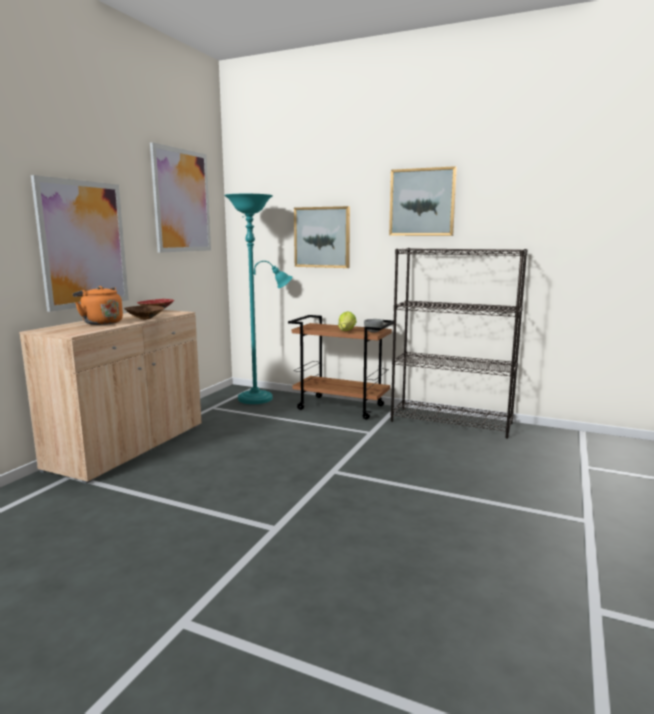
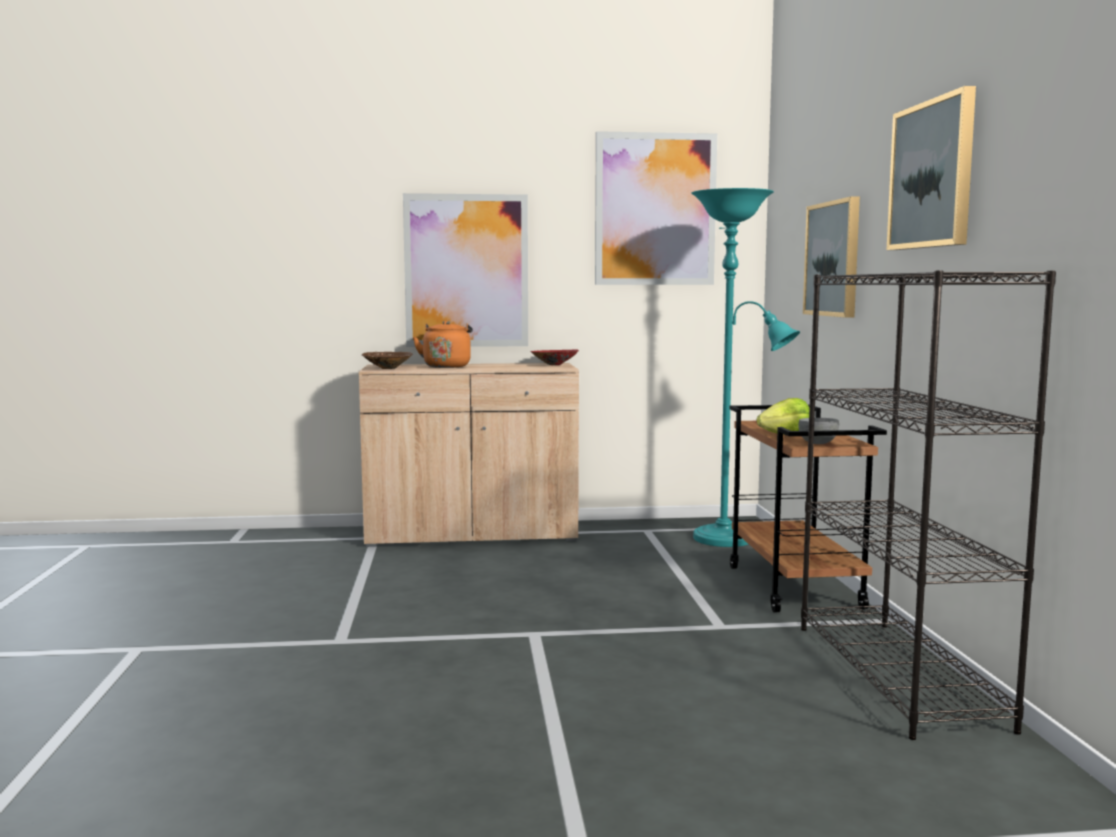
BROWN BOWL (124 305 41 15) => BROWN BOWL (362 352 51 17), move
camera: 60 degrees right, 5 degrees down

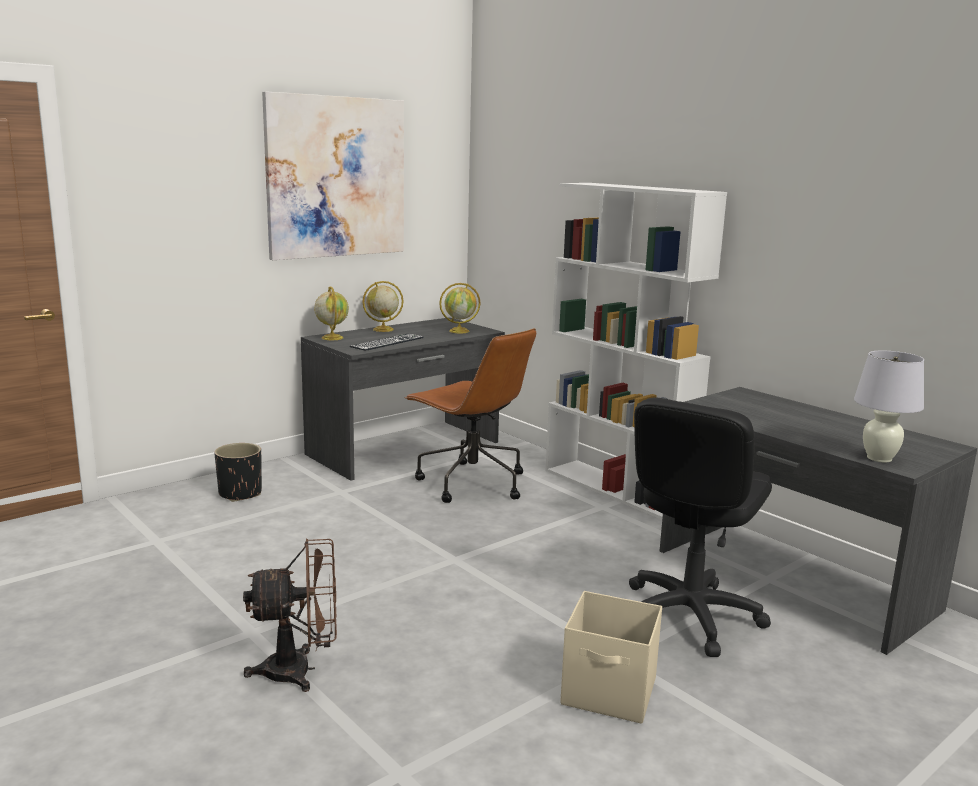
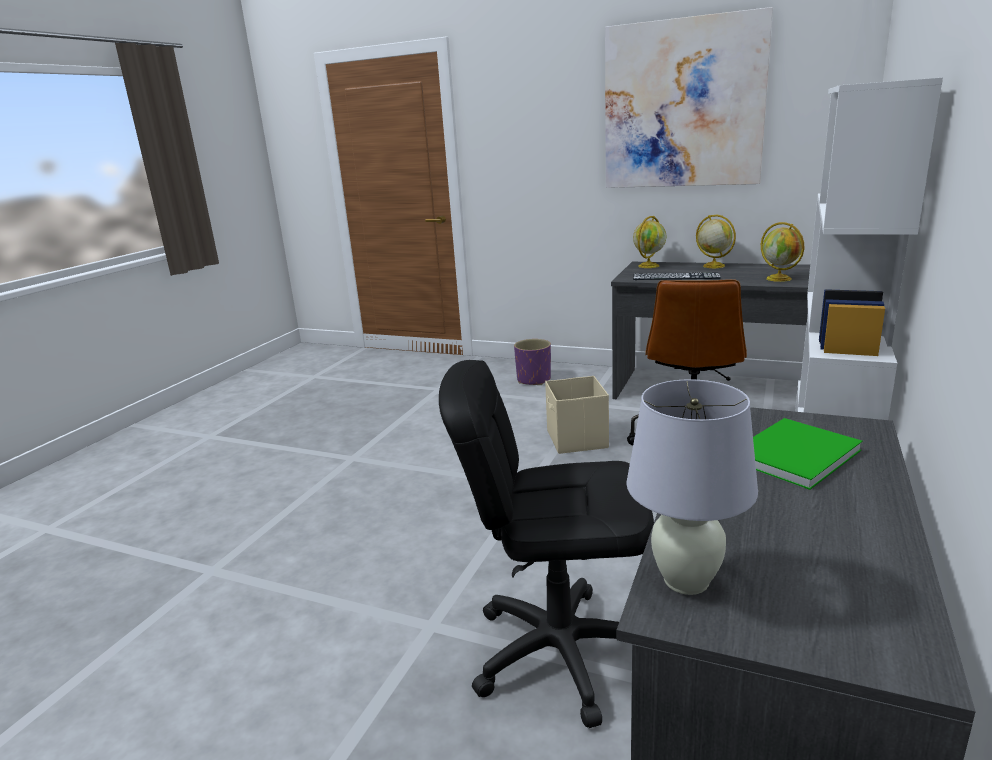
BLACK PLANTER (214 443 48 59) => PURPLE PLANTER (514 339 37 46)
BROWN FAN (243 539 94 153) => nothing
BEIGE STORAGE BOX (560 591 102 133) => BEIGE STORAGE BOX (545 376 64 78), move
nothing => GREEN BOOK (753 418 110 72)
camera: 65 degrees right, 5 degrees up

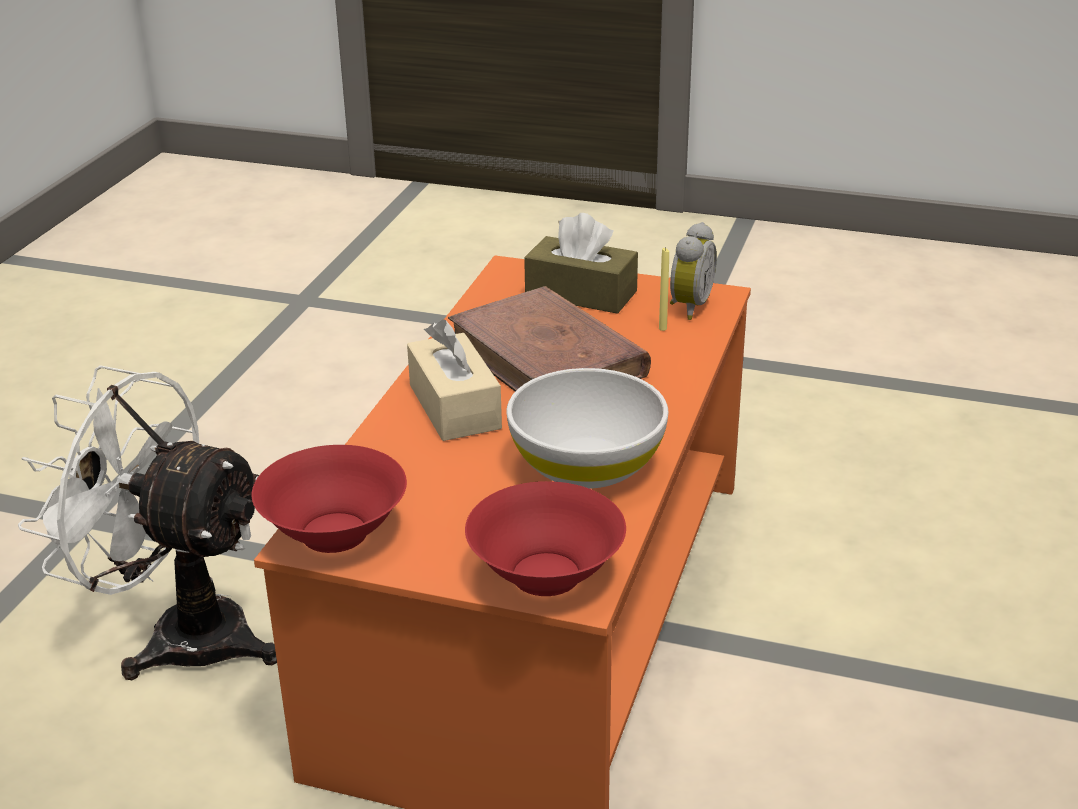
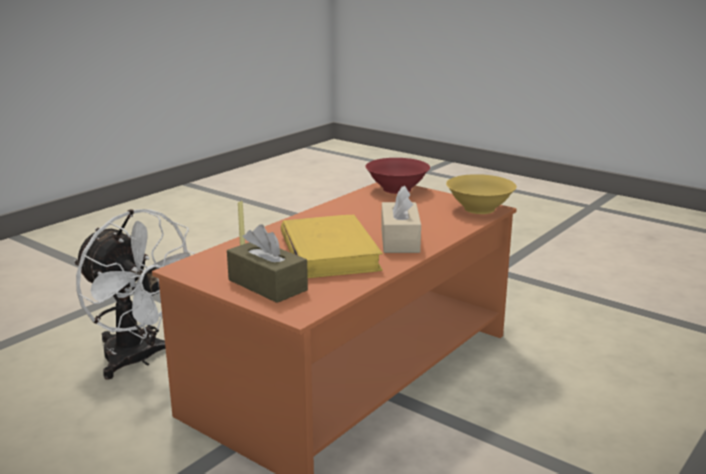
WHITE FAN (18 365 259 315) => WHITE FAN (74 209 122 171), move
RED BOWL (252 445 155 108) => YELLOW BOWL (446 174 71 40)
BROWN BOOK (448 286 203 106) => YELLOW BOOK (281 215 102 63)
WHITE BOWL (507 368 161 121) => nothing
ALARM CLOCK (670 222 47 98) => nothing
camera: 160 degrees left, 10 degrees down

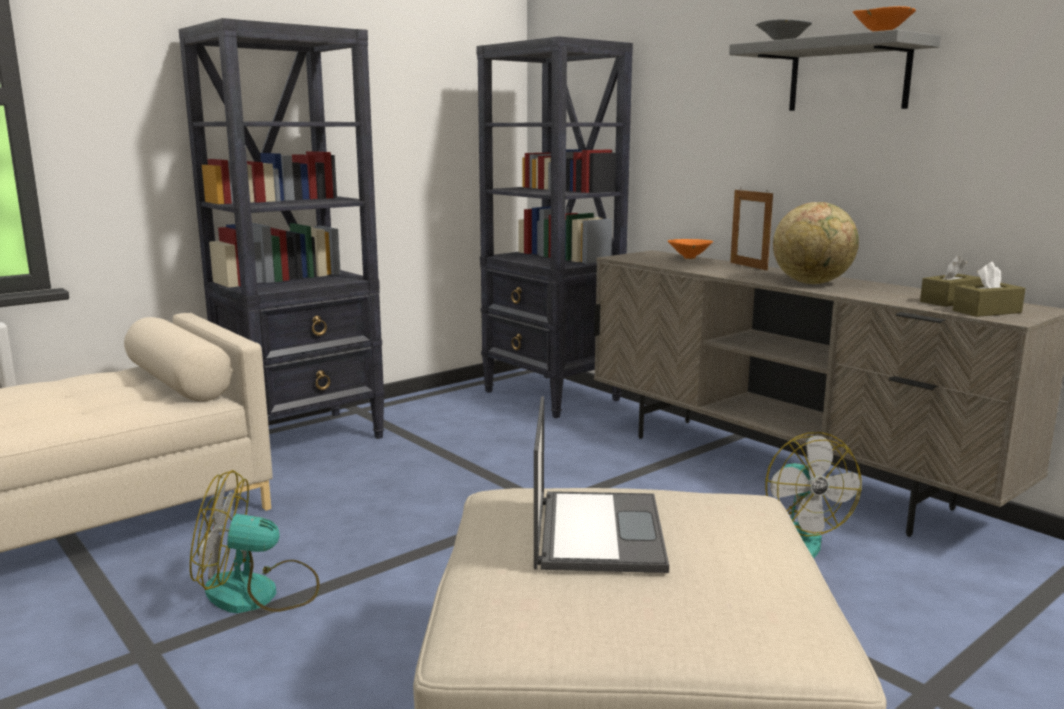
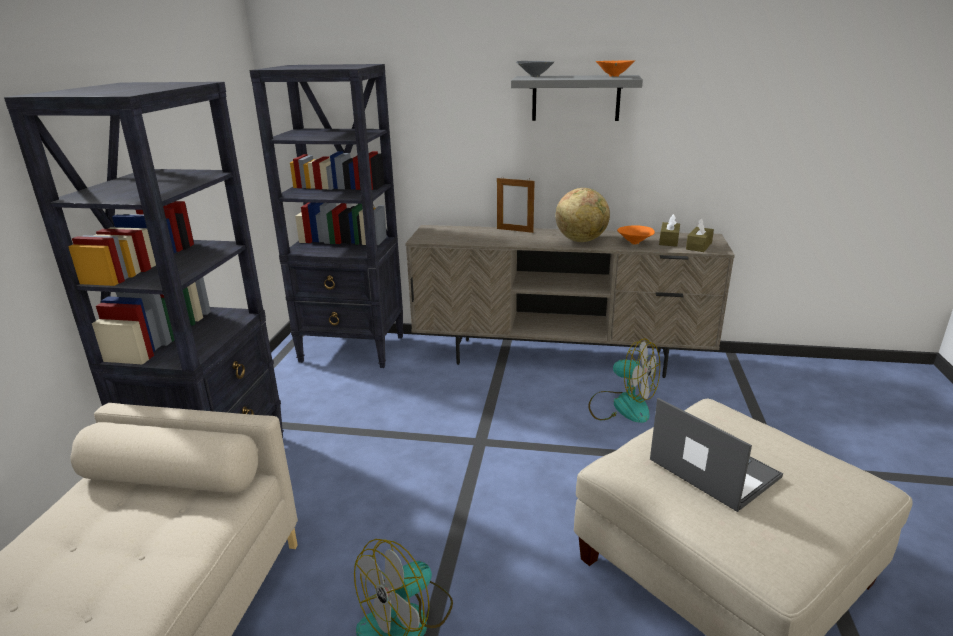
ORANGE BOWL (668 239 45 20) => ORANGE BOWL (617 225 38 20), move
camera: 40 degrees left, 10 degrees up

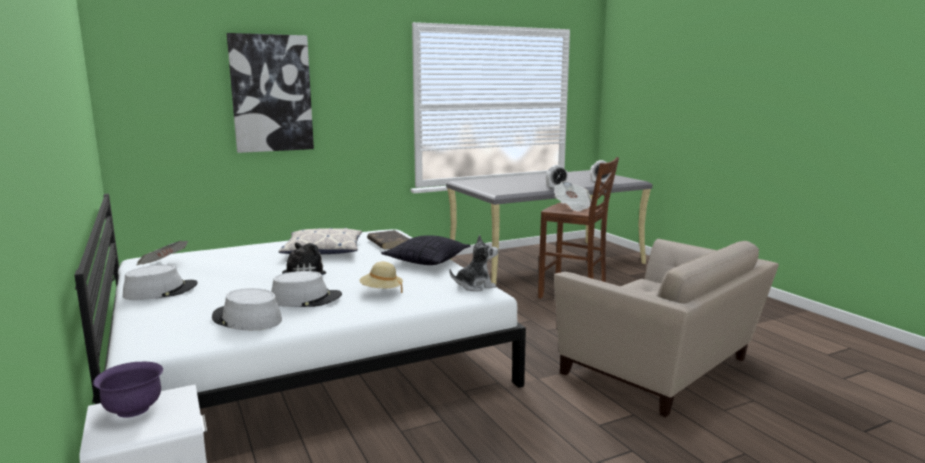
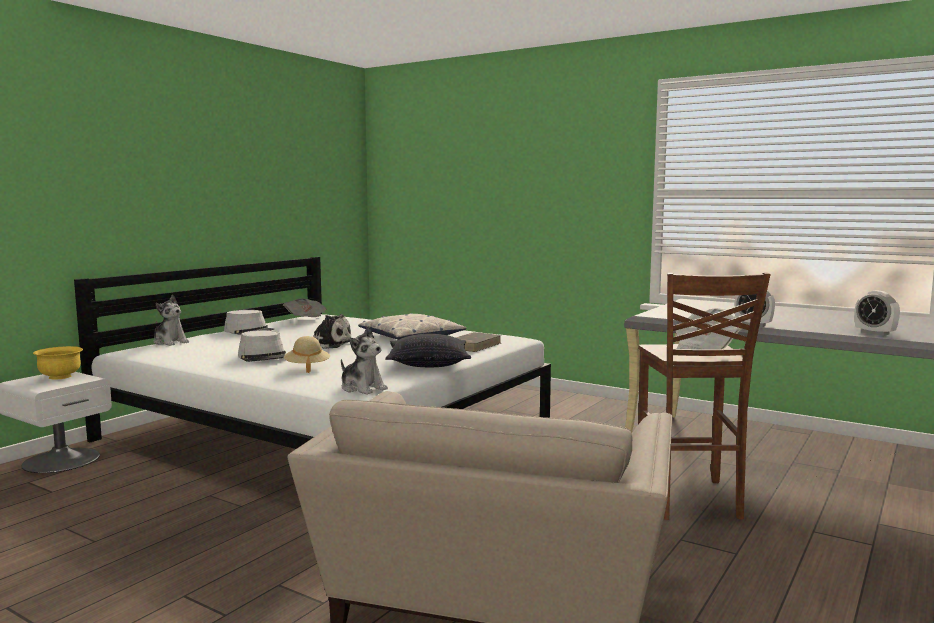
PURPLE BOWL (93 362 70 55) => YELLOW BOWL (33 346 50 33)
GREY HAT (212 288 70 43) => nothing
PICTURE (227 33 87 120) => nothing
nothing => PLUSH TOY (153 295 36 51)
camera: 60 degrees right, 5 degrees down

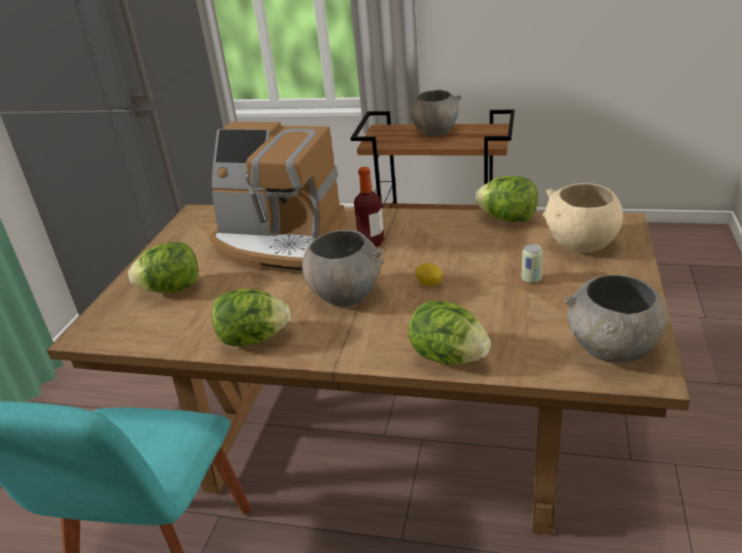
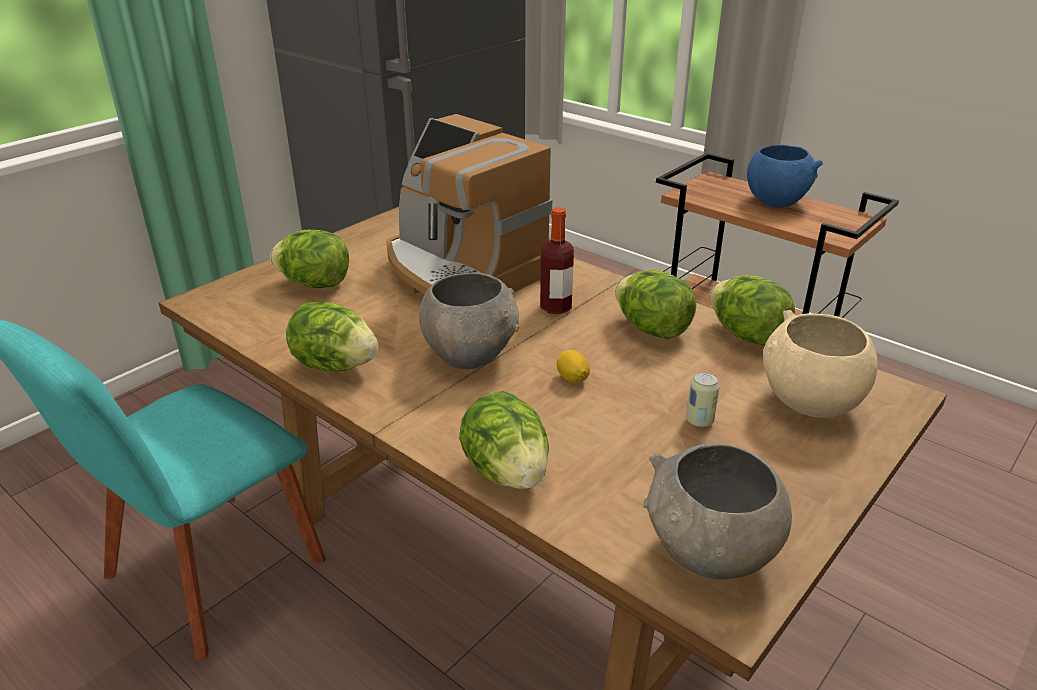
GREY BOWL (410 90 51 46) => BLUE BOWL (747 145 76 62)
nothing => LETTUCE (615 270 81 69)
camera: 25 degrees right, 0 degrees up

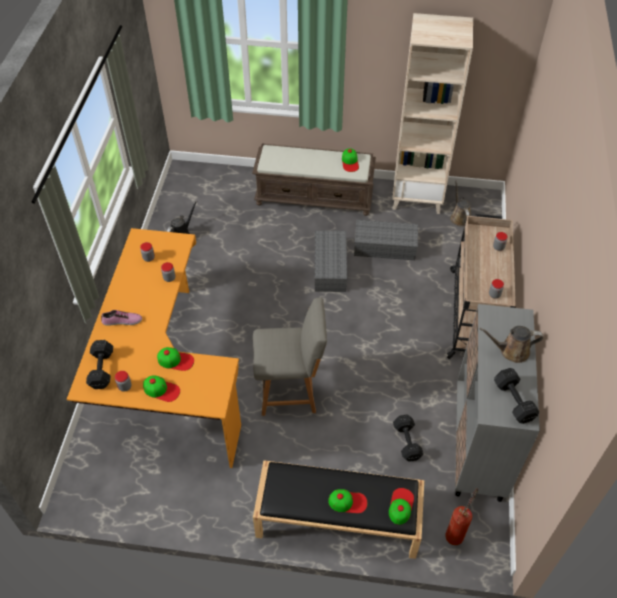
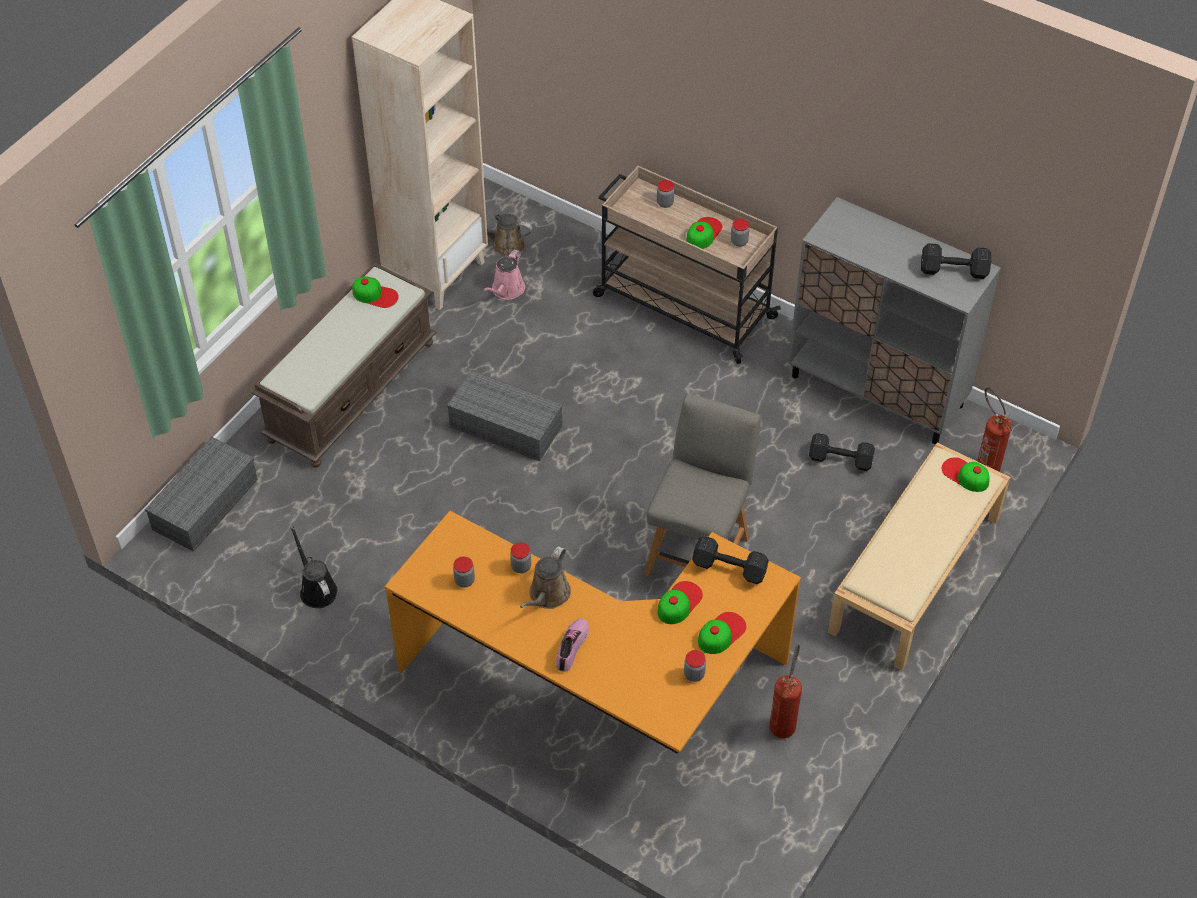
BLACK DUMBBELL (86 340 27 49) => BLACK DUMBBELL (692 536 77 48), move
BLACK BENCH (253 460 172 99) => BEIGE BENCH (828 443 183 228)
CAP (328 489 40 24) => CAP (687 217 35 32), move
GREY STORAGE BOX (354 220 64 40) => GREY STORAGE BOX (145 437 113 115), move
BROWN WATERING CAN (479 326 64 37) => BROWN WATERING CAN (520 546 51 63), move
nothing => PINK WATERING CAN (483 249 42 51)
nothing => FIRE EXTINGUISHER (769 644 33 94)
camera: 65 degrees left, 0 degrees up

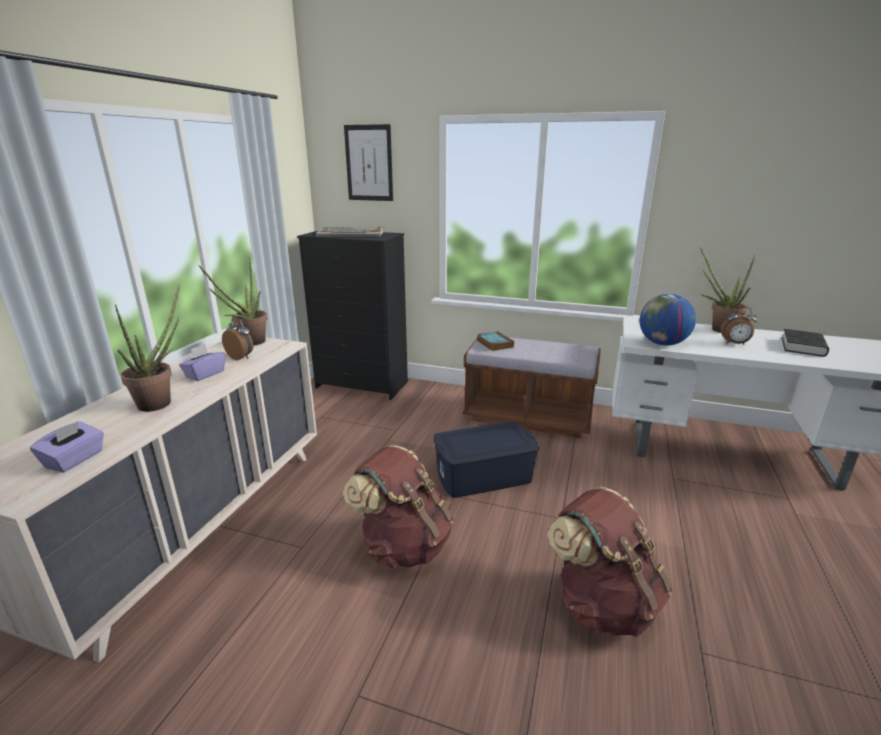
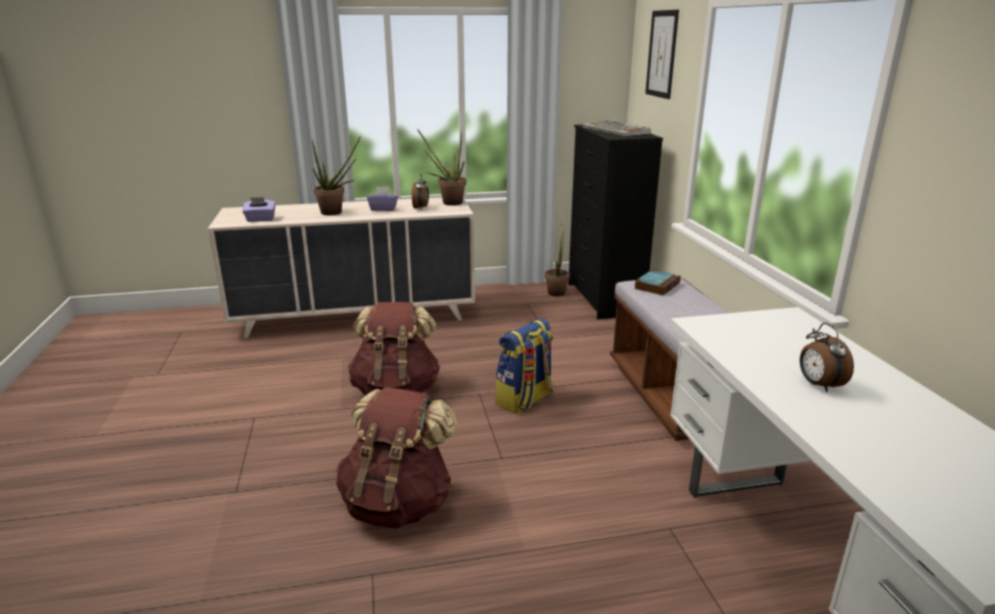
BLUE STORAGE BOX (434 422 105 76) => BACKPACK (496 318 57 96)
GLOBE (640 294 56 52) => nothing
POTTED PLANT (700 247 55 86) => POTTED PLANT (545 224 25 72), move
BLACK BOOK (782 329 47 28) => nothing
camera: 60 degrees right, 0 degrees up

